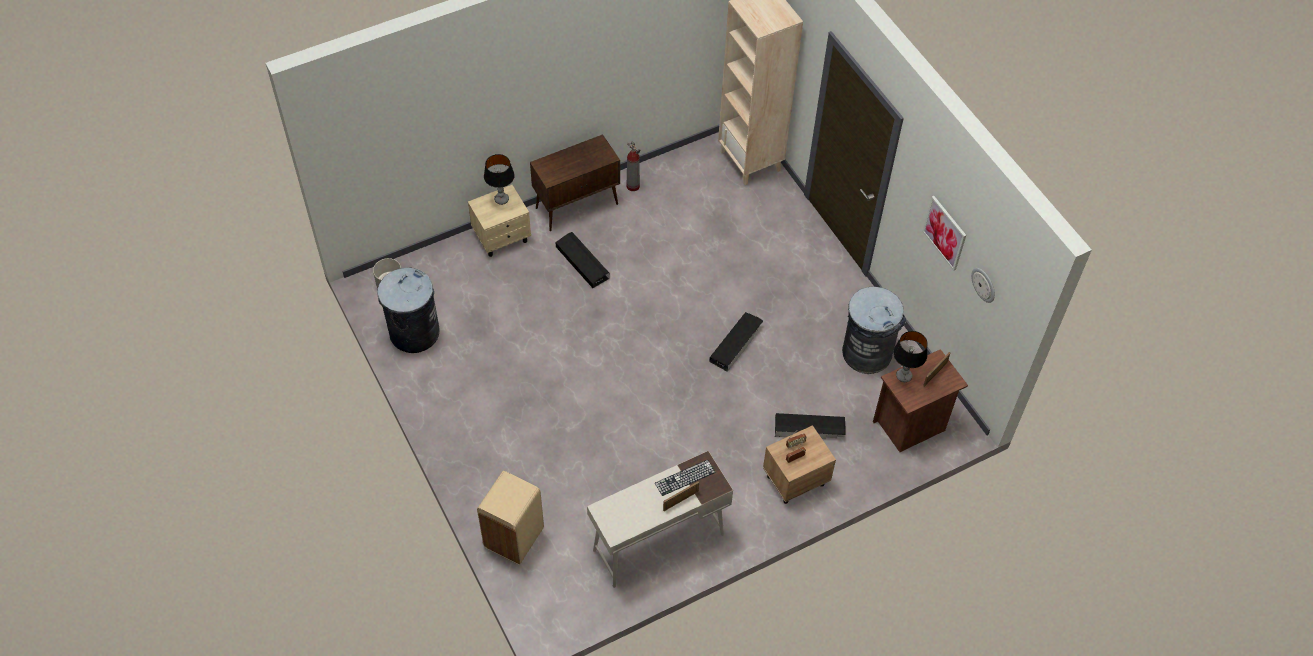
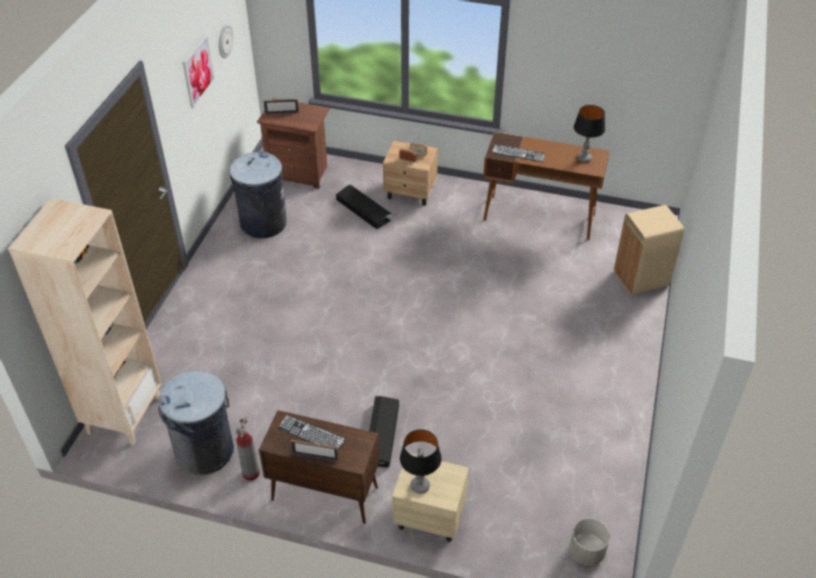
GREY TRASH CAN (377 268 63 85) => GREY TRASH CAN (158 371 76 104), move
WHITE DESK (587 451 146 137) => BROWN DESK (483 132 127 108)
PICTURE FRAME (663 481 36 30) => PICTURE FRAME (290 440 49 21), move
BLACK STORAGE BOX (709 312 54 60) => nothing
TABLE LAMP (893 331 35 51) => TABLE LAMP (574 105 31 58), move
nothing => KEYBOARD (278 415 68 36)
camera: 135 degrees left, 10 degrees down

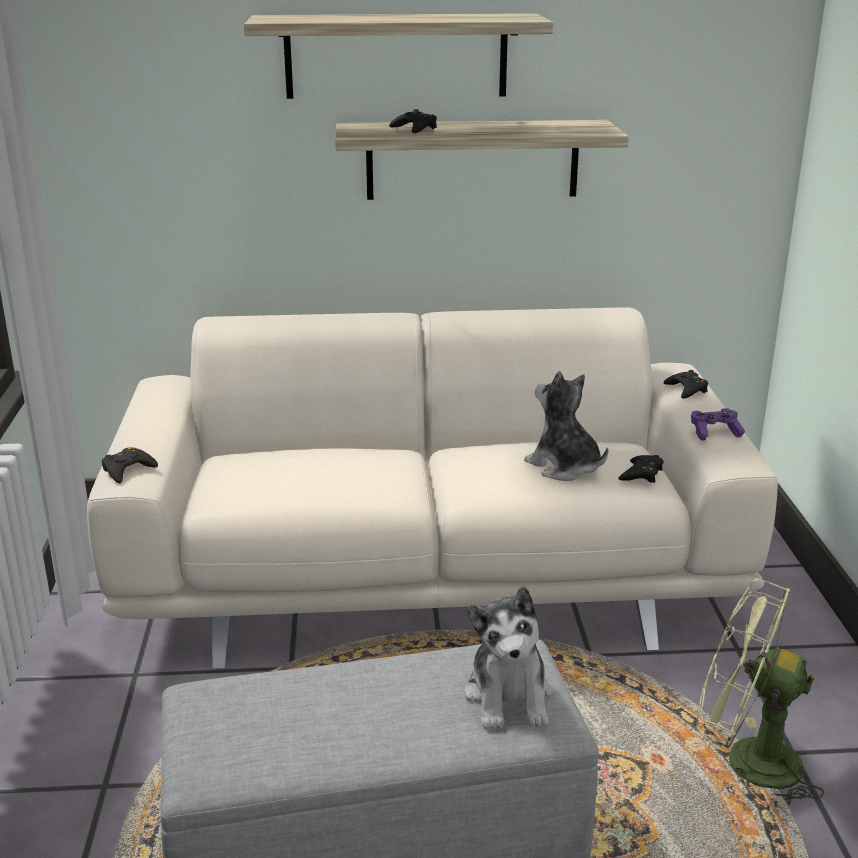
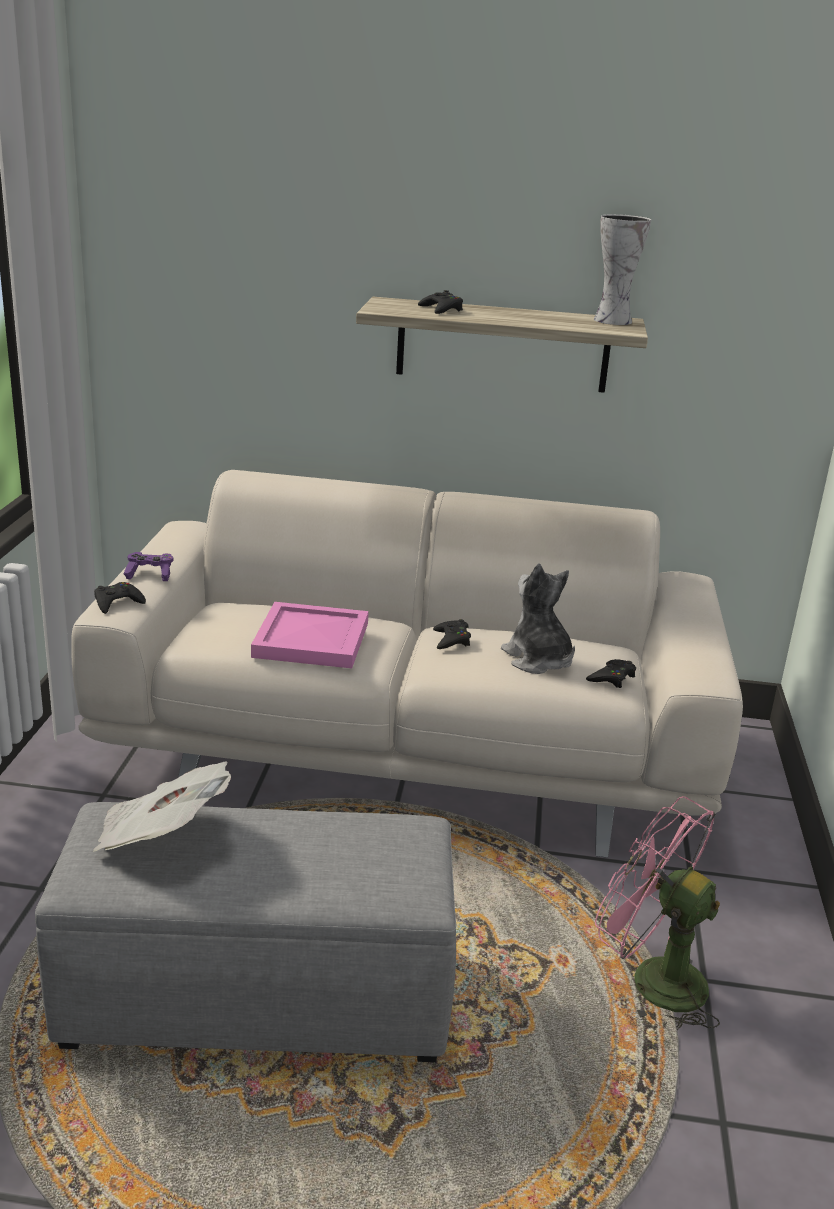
SHELF (244 13 309 86) => nothing
PLUSH TOY (465 587 87 143) => nothing
BLACK GAME CONTROLLER (664 370 44 29) => BLACK GAME CONTROLLER (433 619 38 30), move
PURPLE GAME CONTROLLER (691 408 54 33) => PURPLE GAME CONTROLLER (124 552 49 29), move
GREEN FAN (696 578 128 229) => PINK FAN (595 796 125 234)
nothing => NEWSPAPER (93 762 138 90)
nothing => PINK TRAY (251 602 118 66)
nothing => VASE (594 214 57 111)
camera: 10 degrees right, 0 degrees up

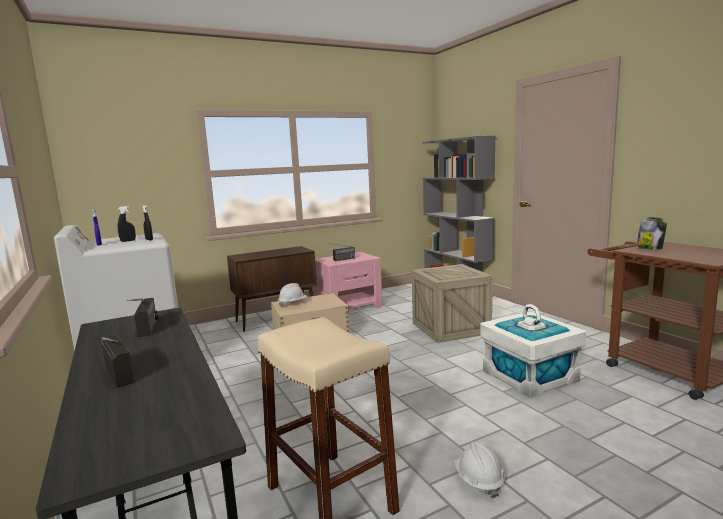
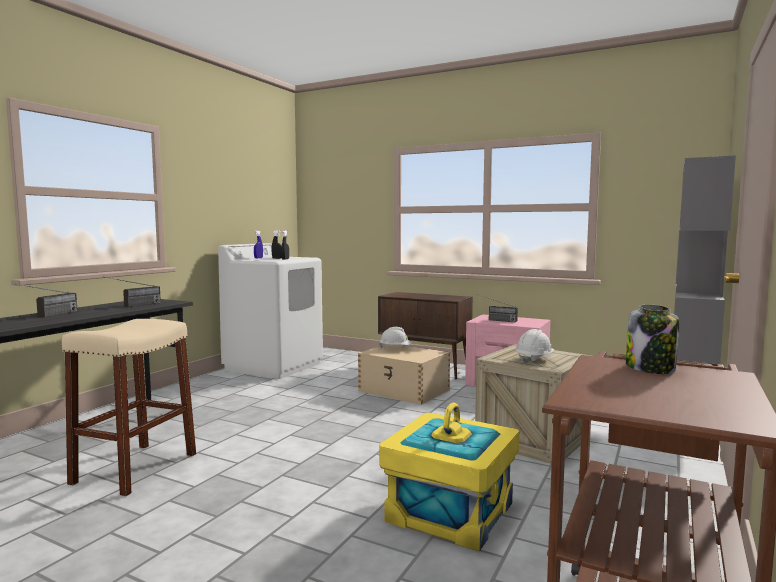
WHITE HARD HAT (454 442 51 56) => WHITE HARD HAT (515 329 39 35), move
WHITE STORAGE BOX (480 304 106 94) => YELLOW STORAGE BOX (380 403 139 149)
camera: 55 degrees right, 5 degrees down

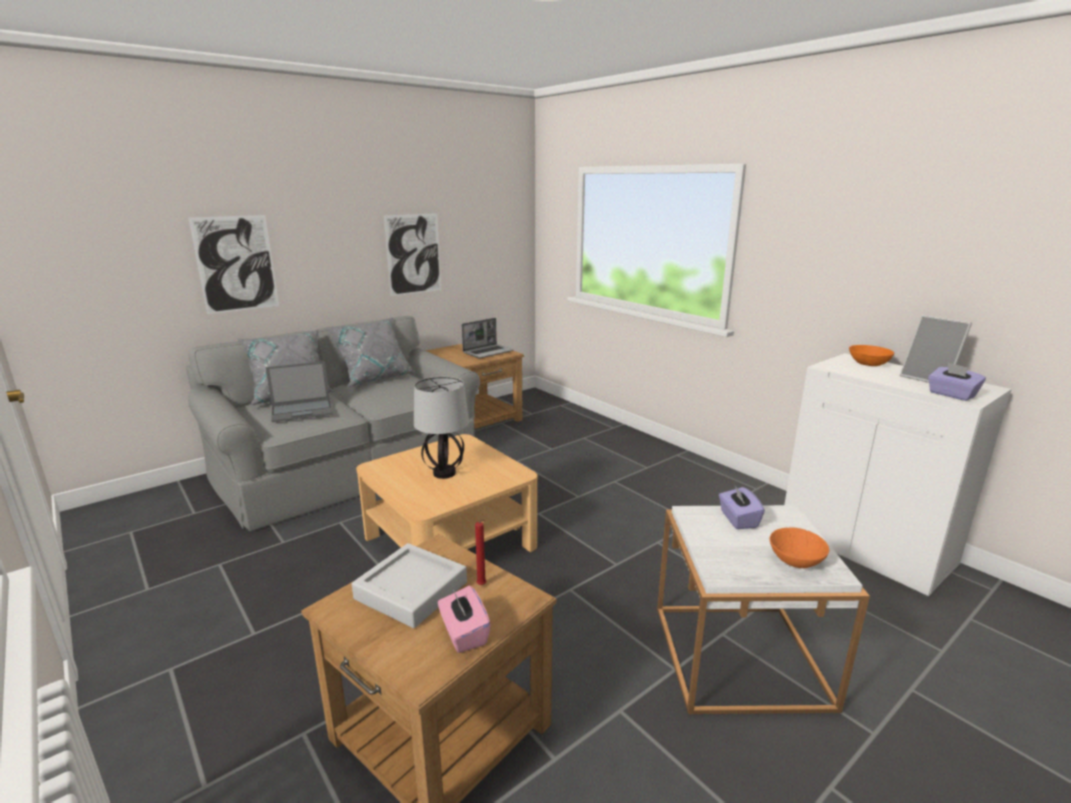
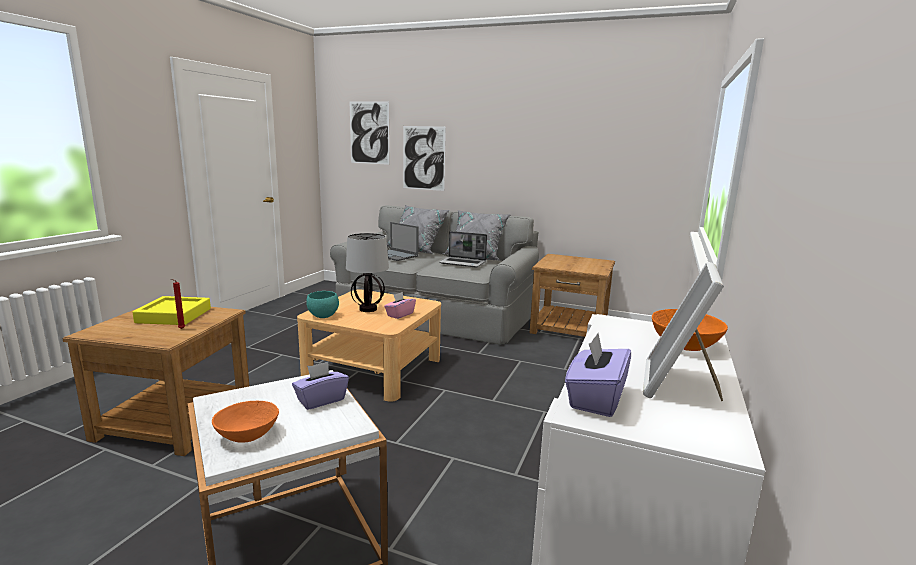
GREY TRAY (352 543 115 85) => YELLOW TRAY (132 296 79 29)
PICTURE (384 213 57 83) => PICTURE (350 101 39 64), move
PINK TISSUE BOX (438 586 53 67) => PINK TISSUE BOX (384 292 32 27), move
LAPTOP (462 318 51 40) => LAPTOP (439 231 48 37), move
nothing => TURQUOISE BOWL (306 291 33 27)
camera: 60 degrees right, 5 degrees down

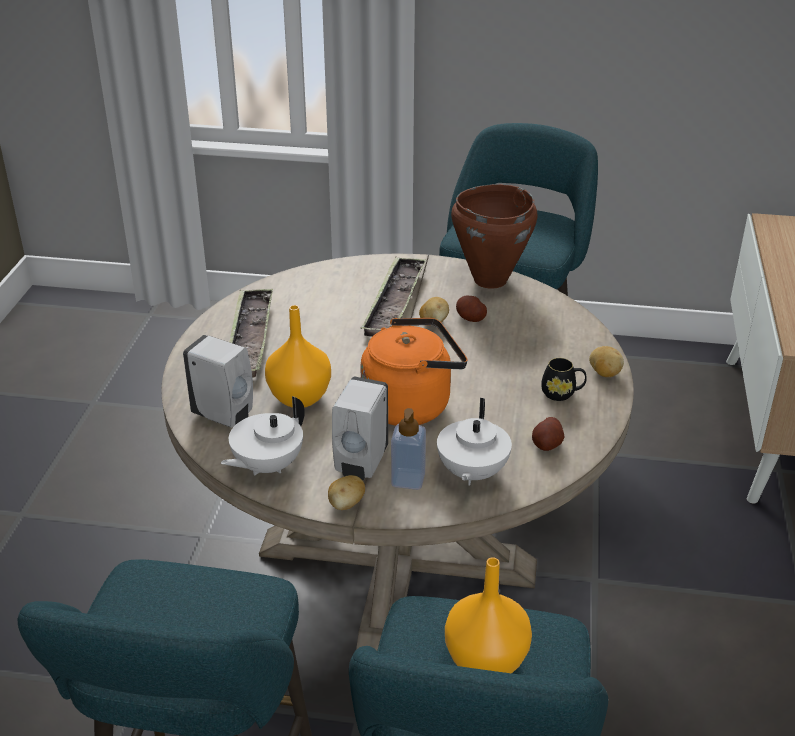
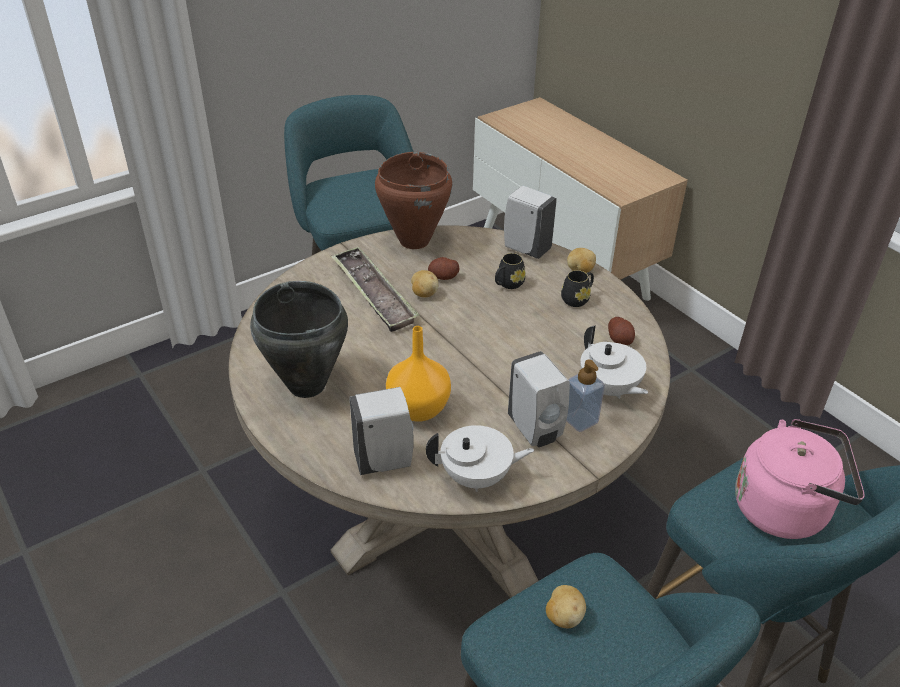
WHITE TEAPOT (221 396 84 79) => WHITE TEAPOT (426 425 108 67), 90 degrees counterclockwise
TRAY (230 289 43 88) => BLACK COOKING POT (250 281 98 117)
POTATO (328 475 37 35) => POTATO (546 585 40 43), move
ORANGE KETTLE (360 318 107 108) => nothing
ORANGE VASE (445 557 87 116) => PINK KETTLE (735 419 130 120)
nothing => BLACK MUG (495 253 31 36)
nothing => WHITE SOAP DISPENSER (504 186 53 73)
camera: 45 degrees left, 5 degrees up

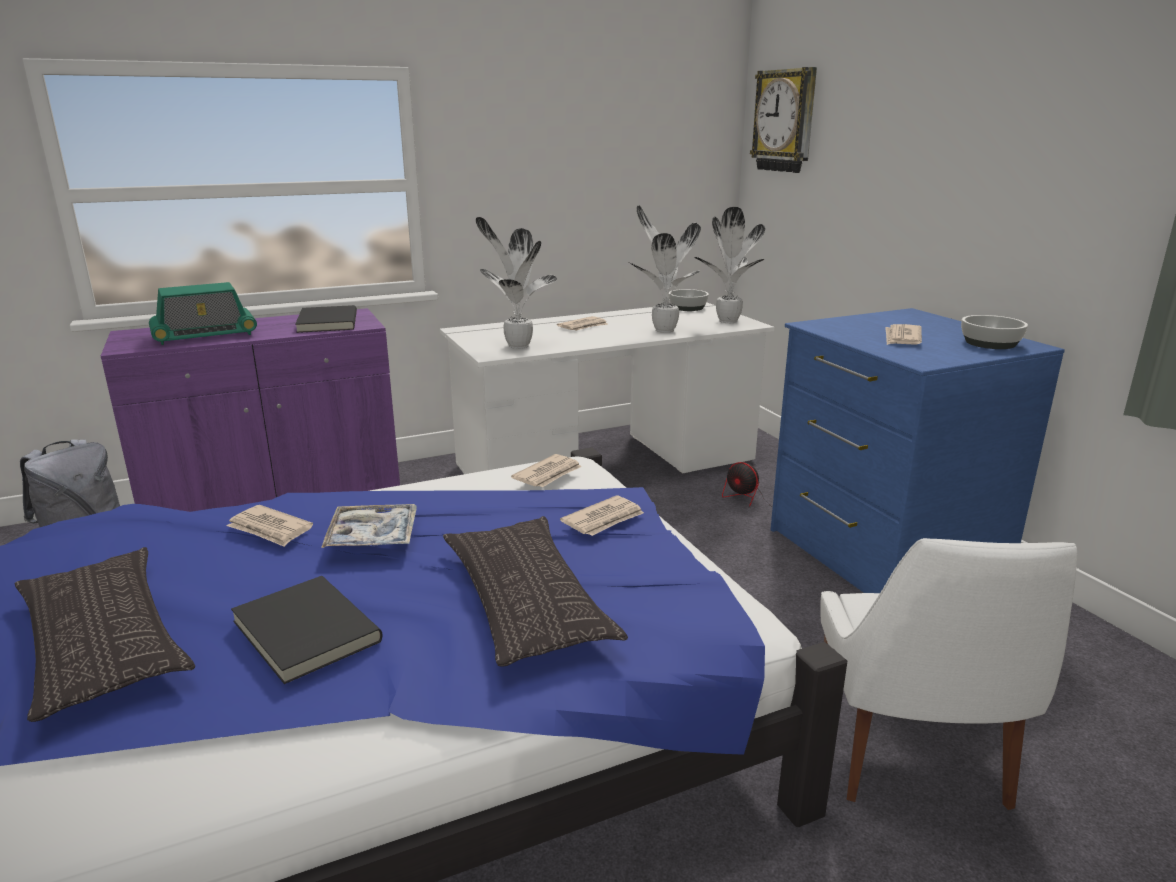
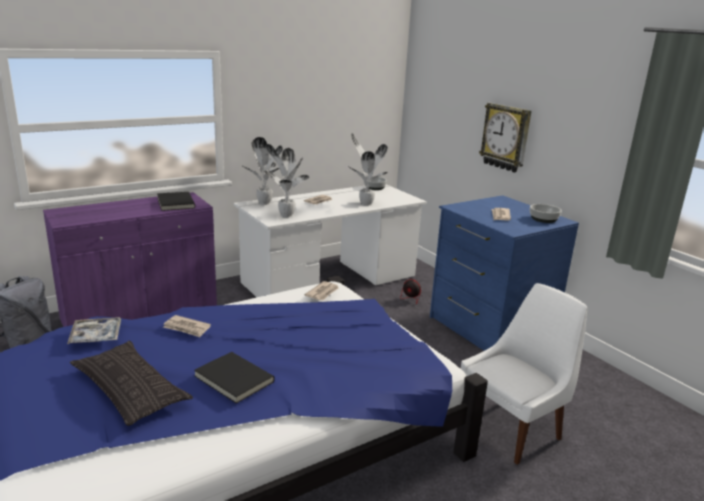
RADIO (149 282 108 63) => nothing
TRAY (321 504 96 44) => TRAY (67 317 54 27), move
PILLOW (443 516 185 151) => nothing
NEWSPAPER (560 495 84 41) => nothing
POTTED PLANT (694 207 71 116) => POTTED PLANT (241 137 42 68), move
WALL CLOCK (750 67 67 106) => WALL CLOCK (479 103 52 70), move
WHITE CHAIR (820 538 257 272) => WHITE CHAIR (461 283 126 182), 120 degrees counterclockwise
camera: 10 degrees left, 0 degrees up

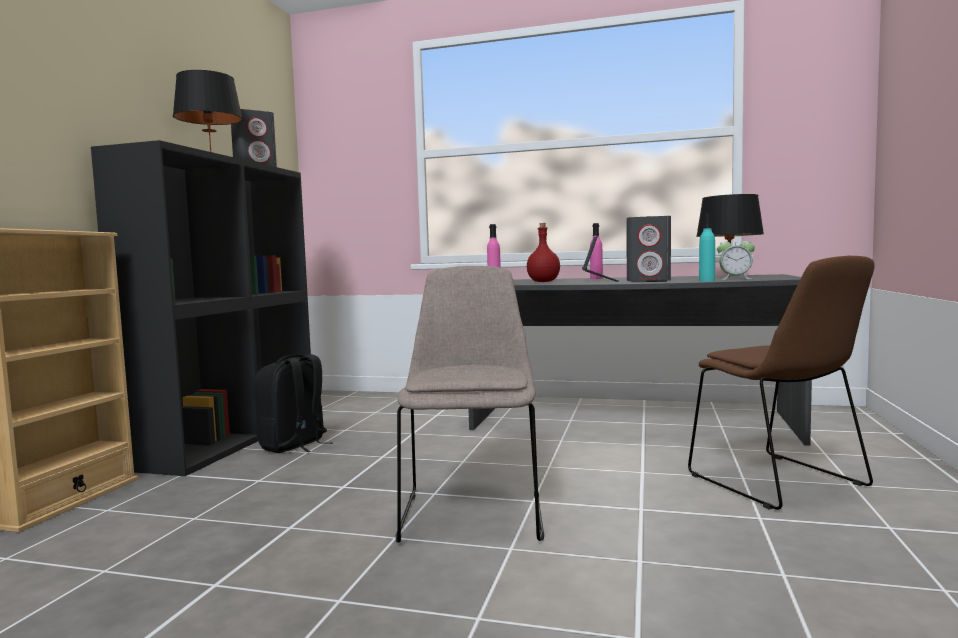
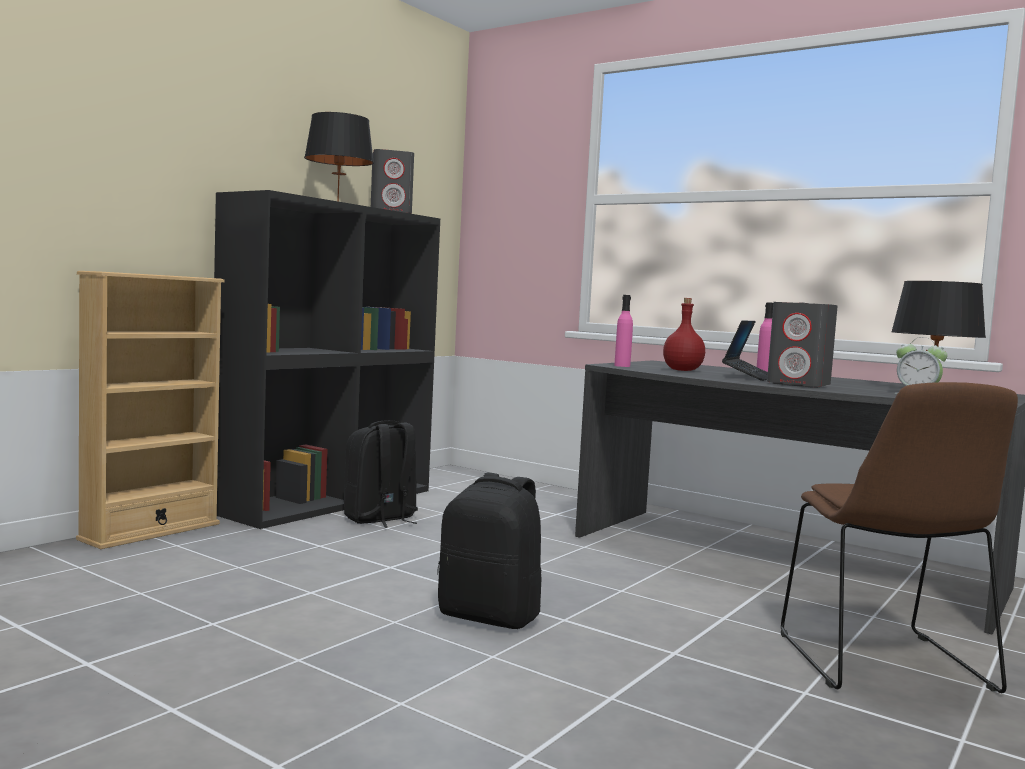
BEIGE CHAIR (396 266 148 277) => BLACK BACKPACK (437 472 104 157)
TURQUOISE BOTTLE (699 213 16 69) => nothing
camera: 20 degrees right, 0 degrees up

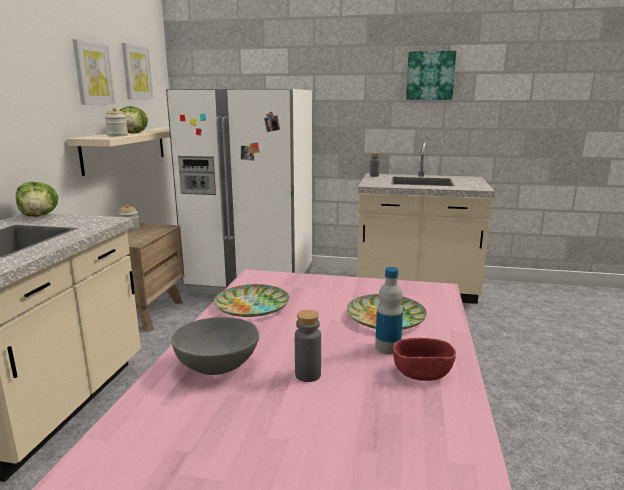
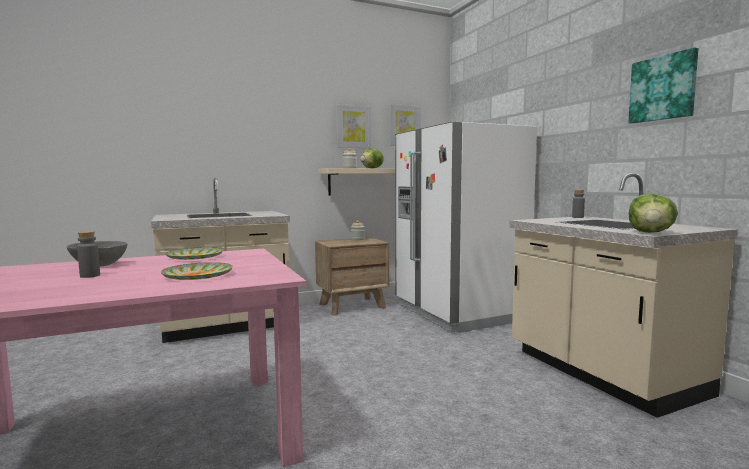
LETTUCE (16 182 42 35) => LETTUCE (629 194 49 39), move
BOTTLE (375 267 28 87) => nothing
RED BOWL (393 338 63 43) => nothing
camera: 55 degrees right, 10 degrees down

